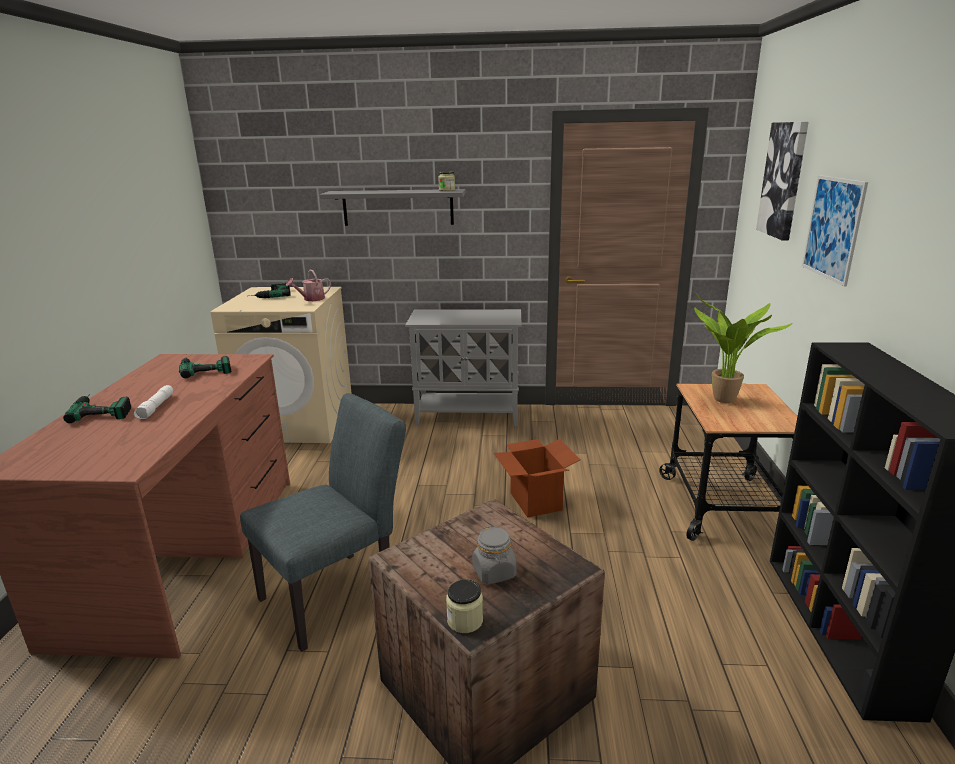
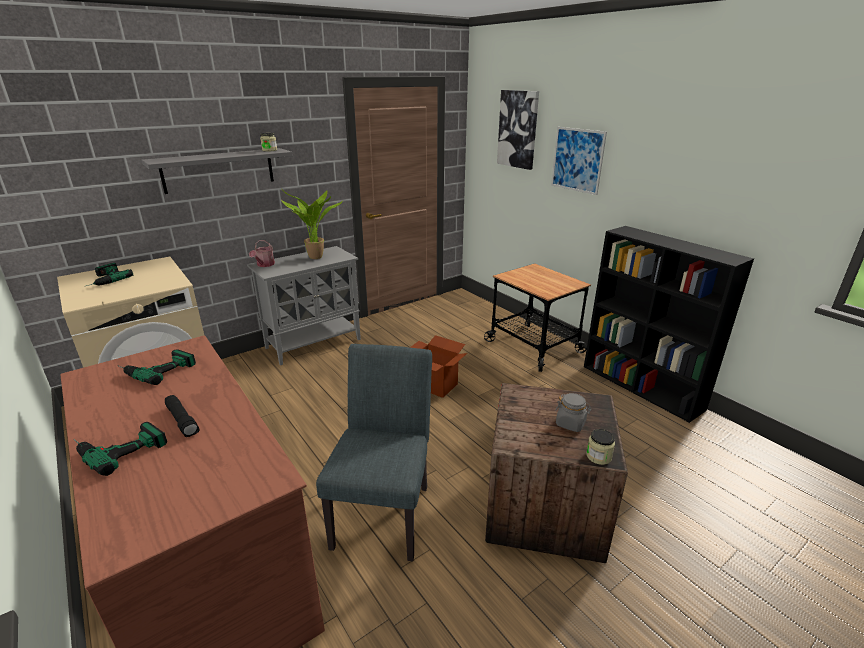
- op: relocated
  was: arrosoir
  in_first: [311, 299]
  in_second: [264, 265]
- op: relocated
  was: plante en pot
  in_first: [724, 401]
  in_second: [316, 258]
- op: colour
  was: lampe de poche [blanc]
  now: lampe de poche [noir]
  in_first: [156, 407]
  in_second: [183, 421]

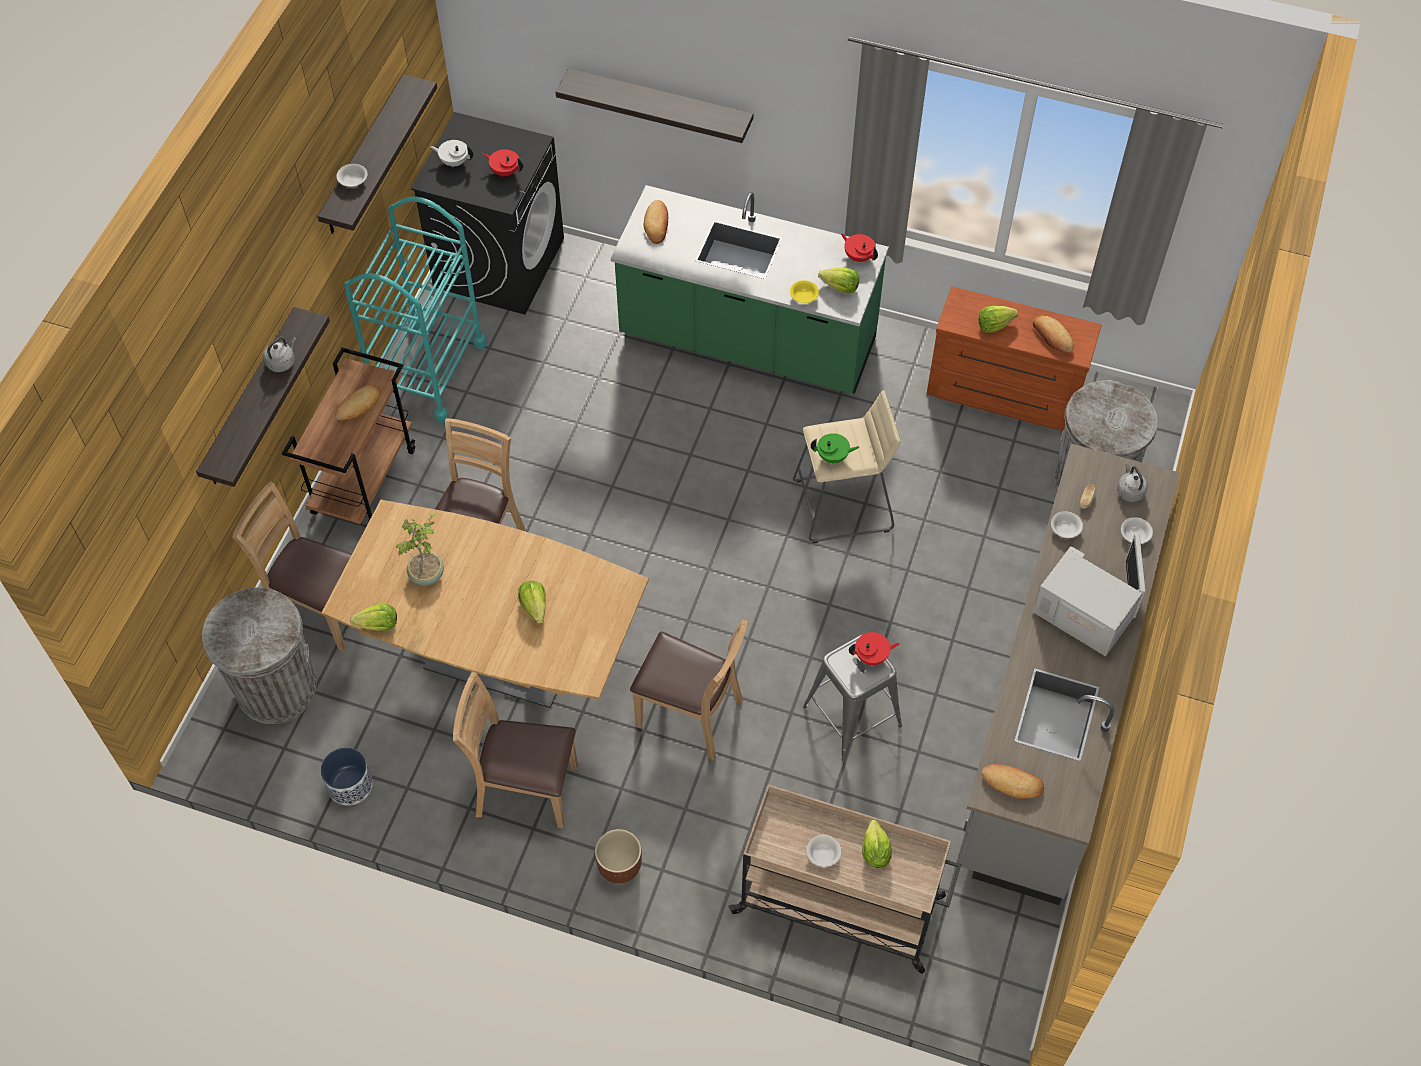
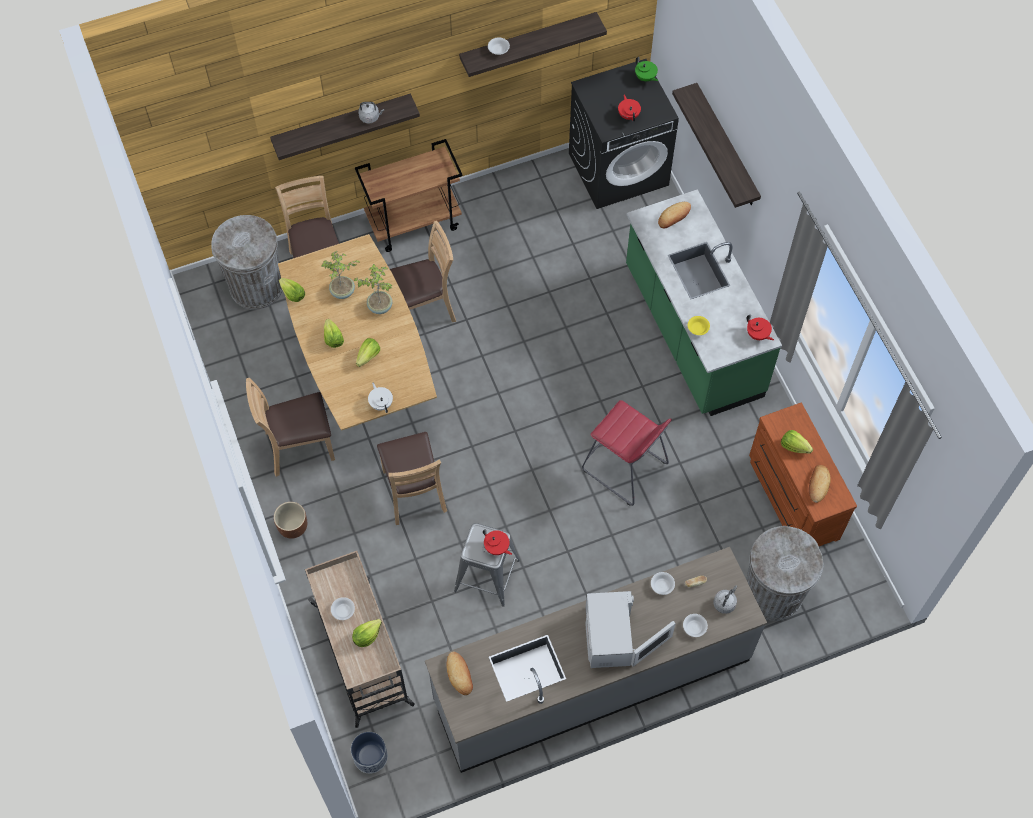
- op: relocated
  was: théière [blanc]
  in_first: [454, 162]
  in_second: [381, 403]
- op: missing
  was: chariot [turquoise]
  in_first: [428, 371]
- op: spun
  was: théière [rouge]
  in_first: [858, 256]
  in_second: [757, 335]
  clockwise: 135
- op: relocated
  was: laitue
  in_first: [840, 288]
  in_second: [333, 338]
- op: missing
  was: pain
  in_first: [358, 405]
- op: colour
  was: tabouret [beige]
  now: tabouret [rouge]
  in_first: [843, 505]
  in_second: [624, 467]
- op: relocated
  was: théière [vert]
  in_first: [833, 456]
  in_second: [645, 78]
- op: spun
  was: chaise [marron]
  in_first: [525, 789]
  in_second: [299, 447]
  clockwise: -75
- op: relocated
  was: cache-pot
  in_first: [350, 785]
  in_second: [370, 757]
- op: appeared
  now: plante en pot
  in_second: [380, 306]

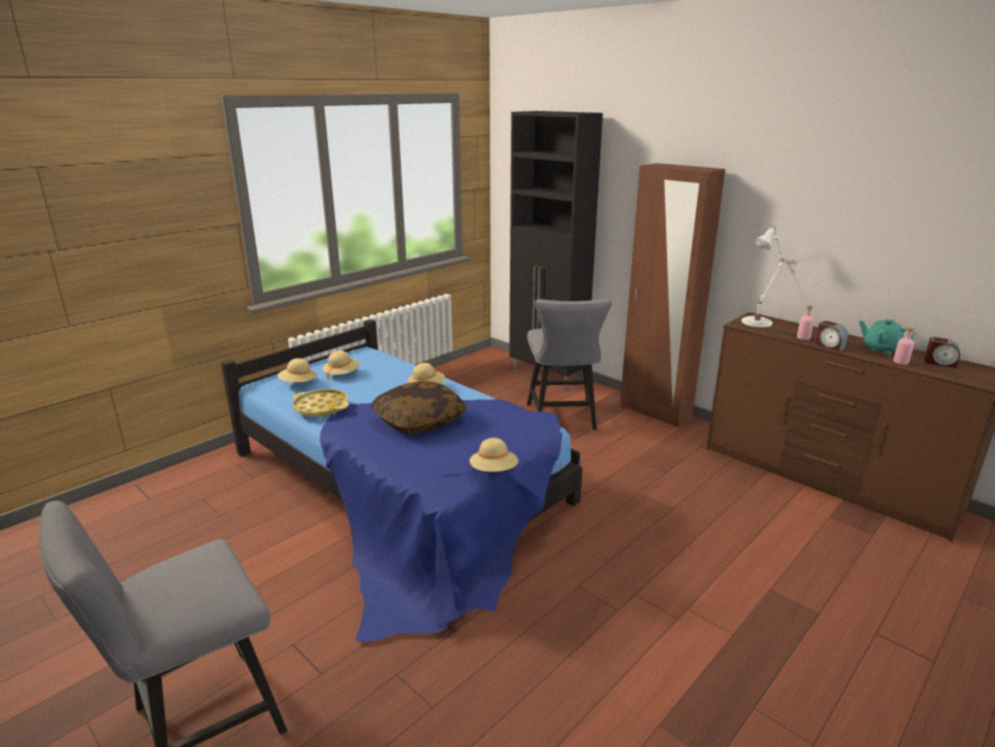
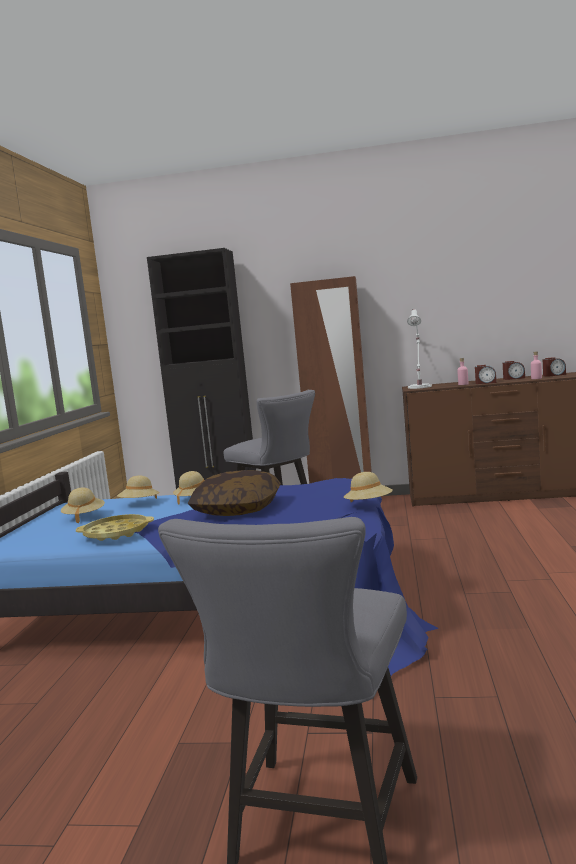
- op: exchanged
  was: théière [turquoise]
  now: réveil
  in_first: [881, 349]
  in_second: [514, 378]
- op: relocated
  was: chapeau [beige]
  in_first: [298, 383]
  in_second: [139, 504]

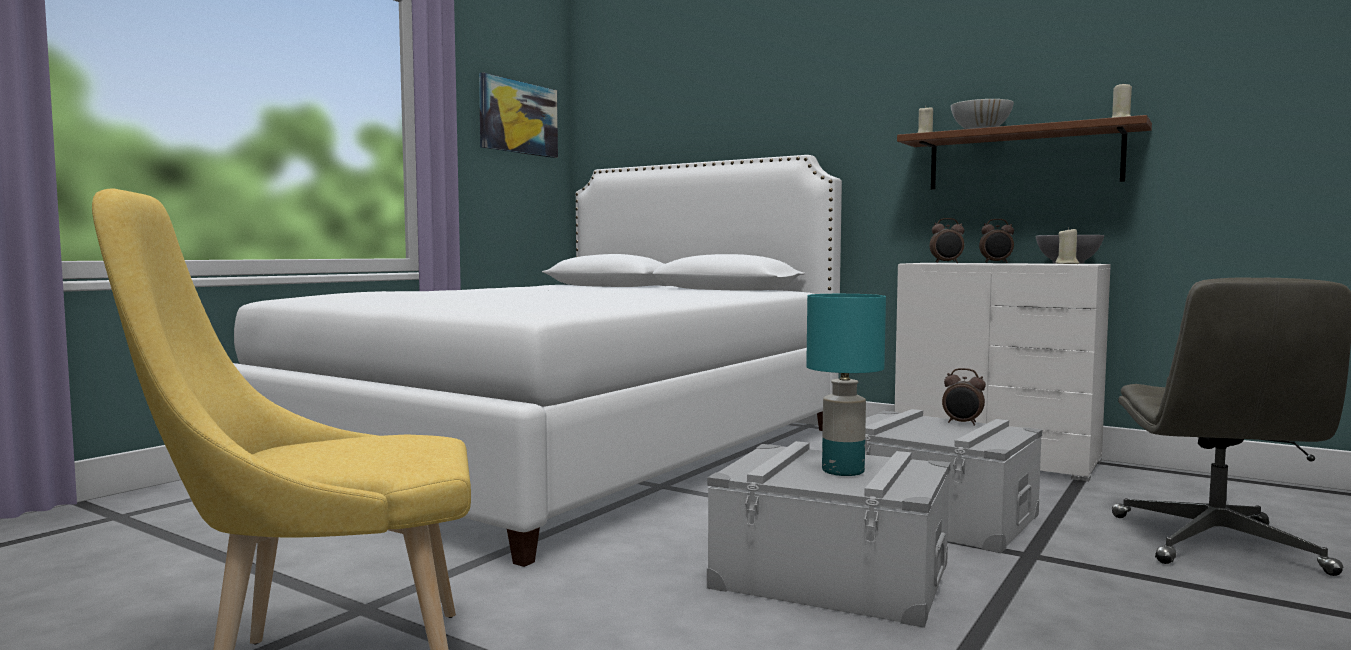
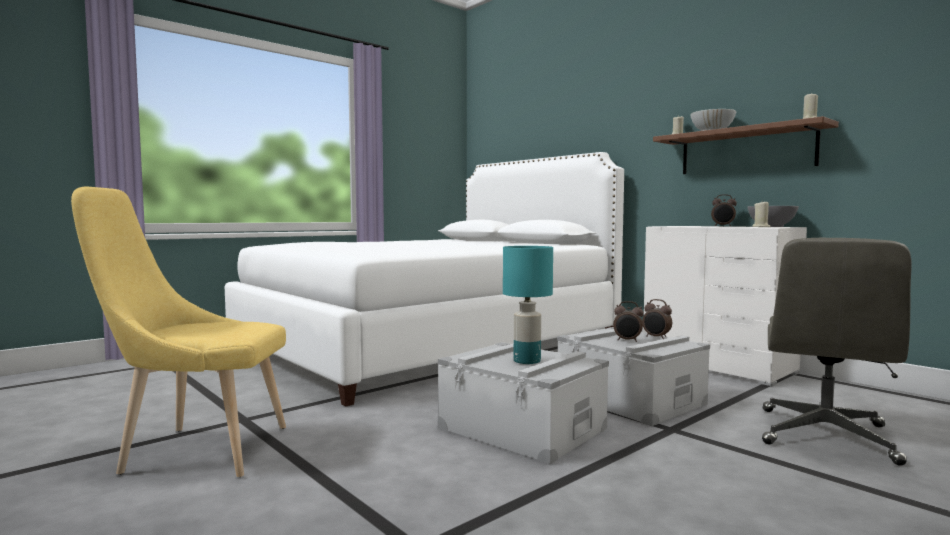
- op: missing
  was: tableau
  in_first: [518, 117]
- op: relocated
  was: réveil
  in_first: [946, 263]
  in_second: [627, 340]

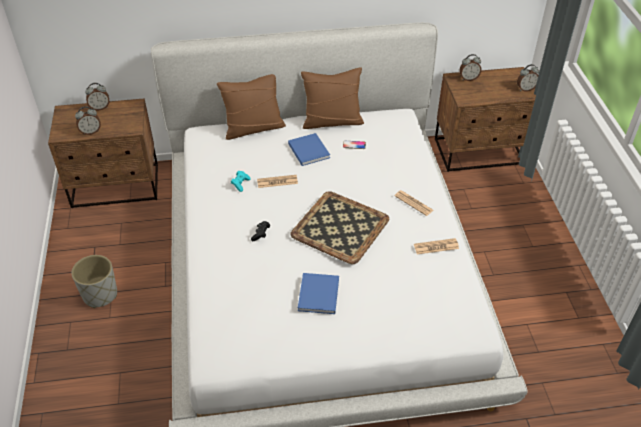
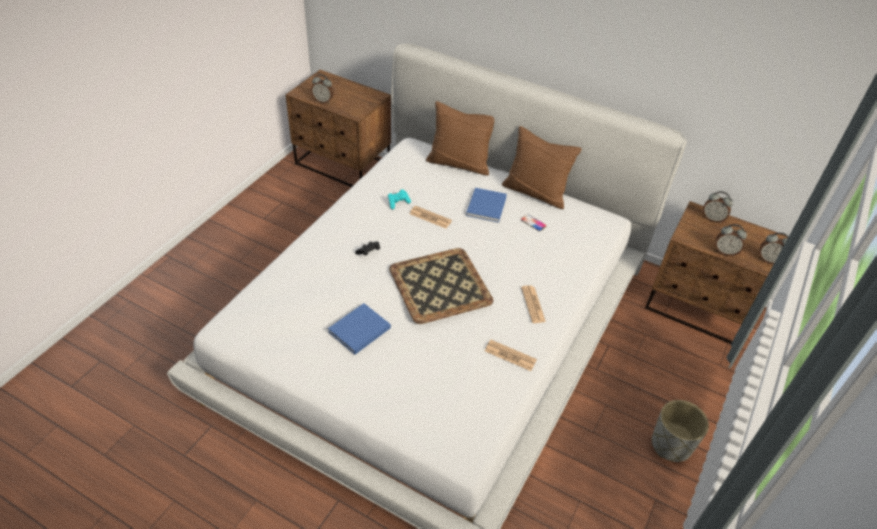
- op: relocated
  was: réveil
  in_first: [100, 107]
  in_second: [725, 252]
- op: relocated
  was: cache-pot [gris]
  in_first: [100, 294]
  in_second: [671, 444]

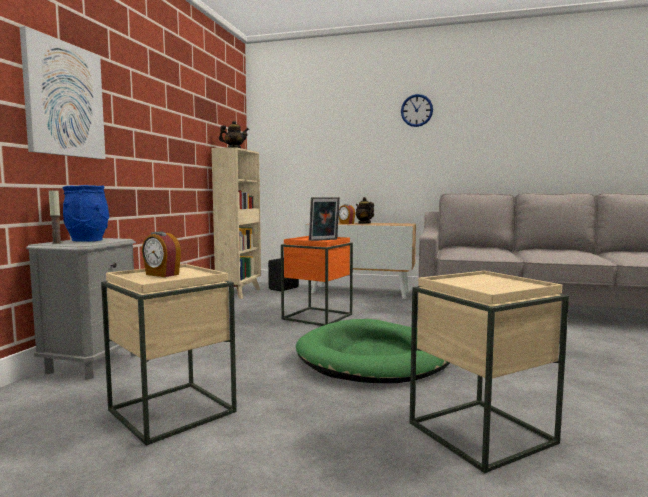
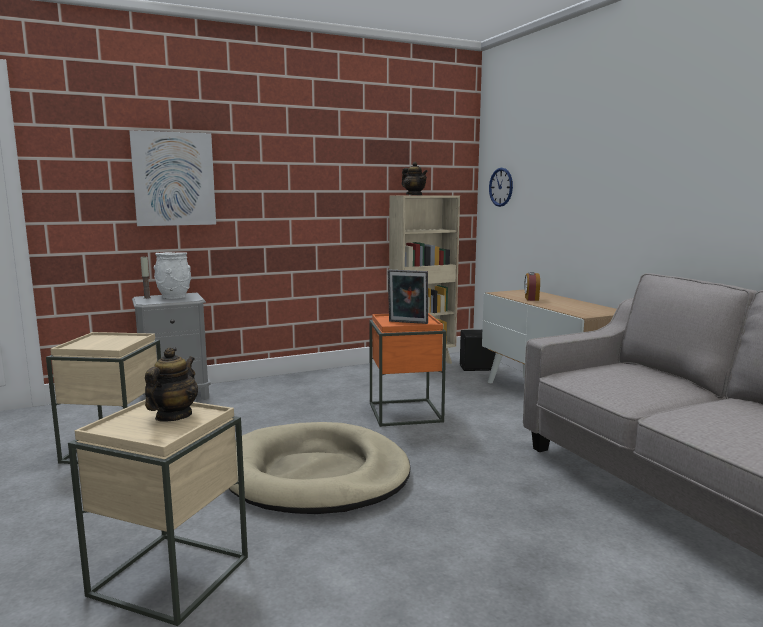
- op: relocated
  was: horloge murale
  in_first: [416, 110]
  in_second: [501, 187]
- op: colour
  was: vase [bleu]
  now: vase [blanc]
  in_first: [88, 240]
  in_second: [174, 297]
- op: relocated
  was: théière
  in_first: [364, 223]
  in_second: [173, 416]
- op: missing
  was: réveil
  in_first: [161, 274]
- op: colour
  was: panier pour chien [vert]
  now: panier pour chien [beige]
  in_first: [375, 358]
  in_second: [316, 475]

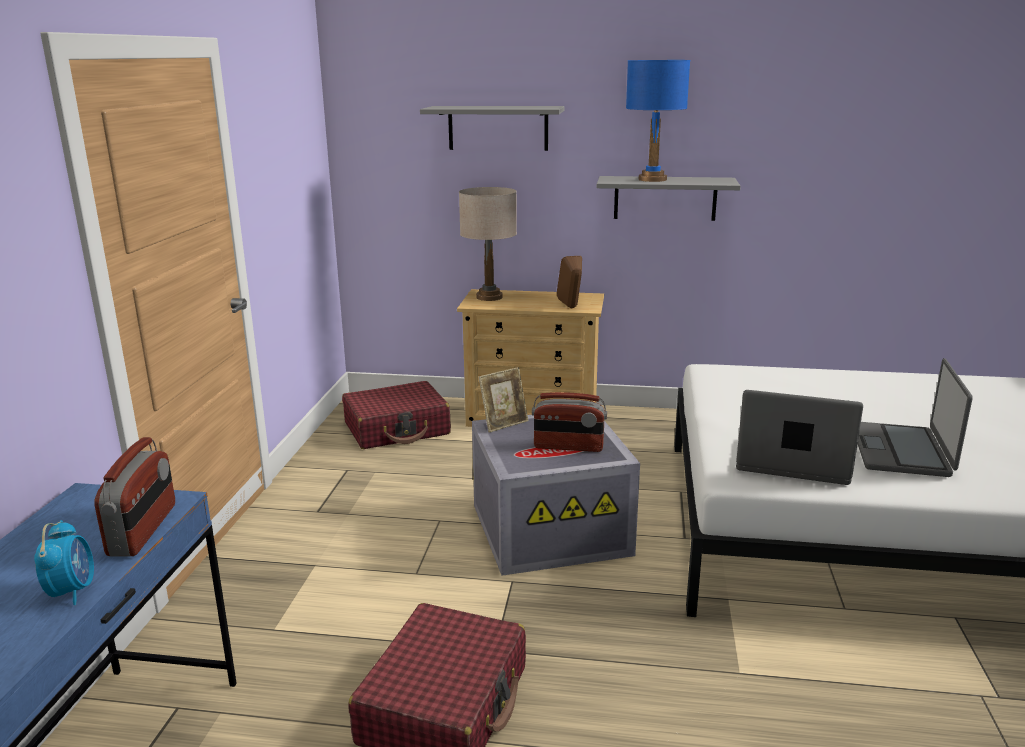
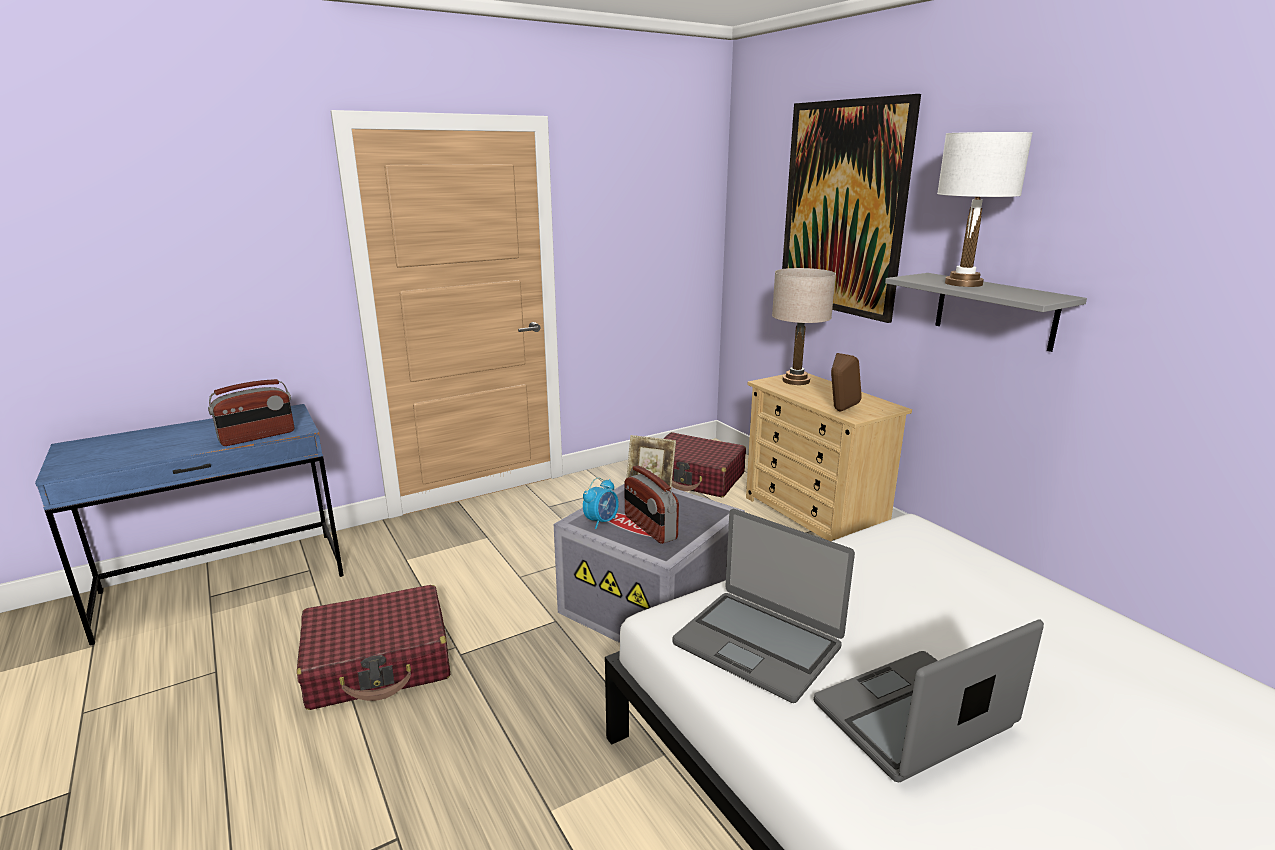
- op: colour
  was: lampe de table [bleu]
  now: lampe de table [blanc]
  in_first: [652, 179]
  in_second: [963, 283]
- op: exchanged
  was: étagère [gris]
  now: tableau
  in_first: [498, 128]
  in_second: [843, 209]
- op: spun
  was: ordinateur portable
  in_first: [792, 462]
  in_second: [758, 644]
  clockwise: 150
- op: relocated
  was: réveil
  in_first: [72, 591]
  in_second: [601, 521]

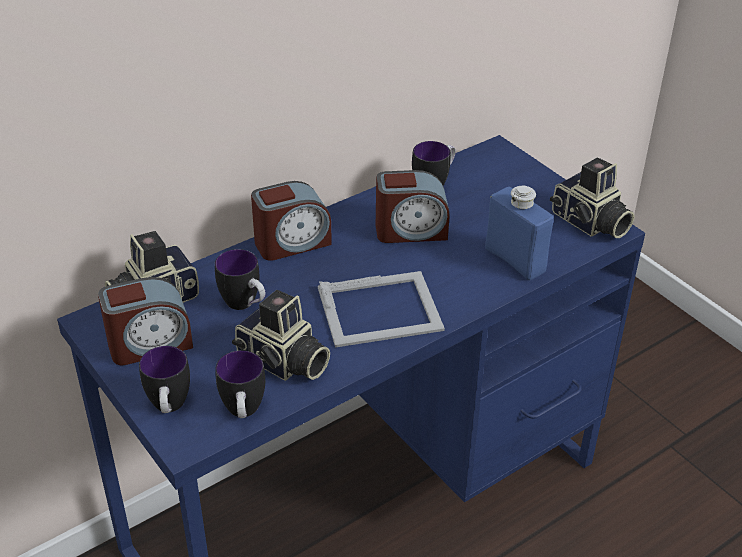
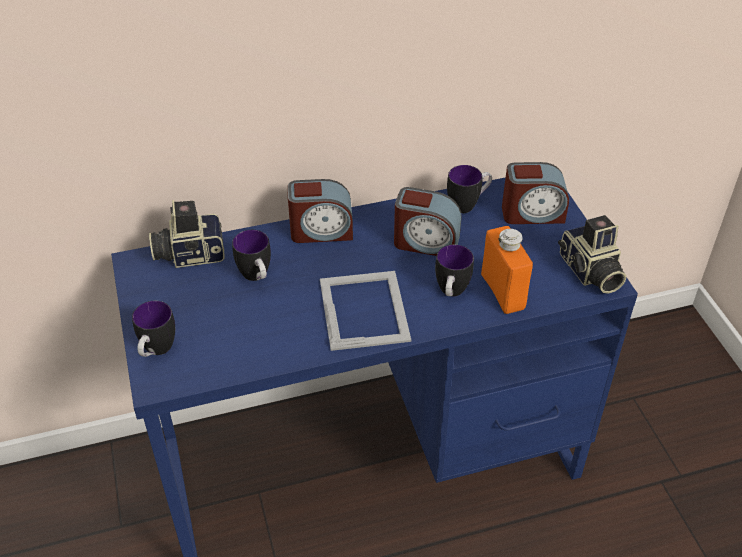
- op: colour
  was: bouteille [bleu]
  now: bouteille [orange]
  in_first: [515, 260]
  in_second: [502, 291]
- op: spun
  was: cadre photo
  in_first: [381, 309]
  in_second: [364, 309]
  clockwise: -105
- op: relocated
  was: réveil
  in_first: [150, 344]
  in_second: [532, 213]
- op: missing
  was: appareil photo
  in_first: [282, 362]
- op: relocated
  was: mug
  in_first: [243, 413]
  in_second: [451, 293]

